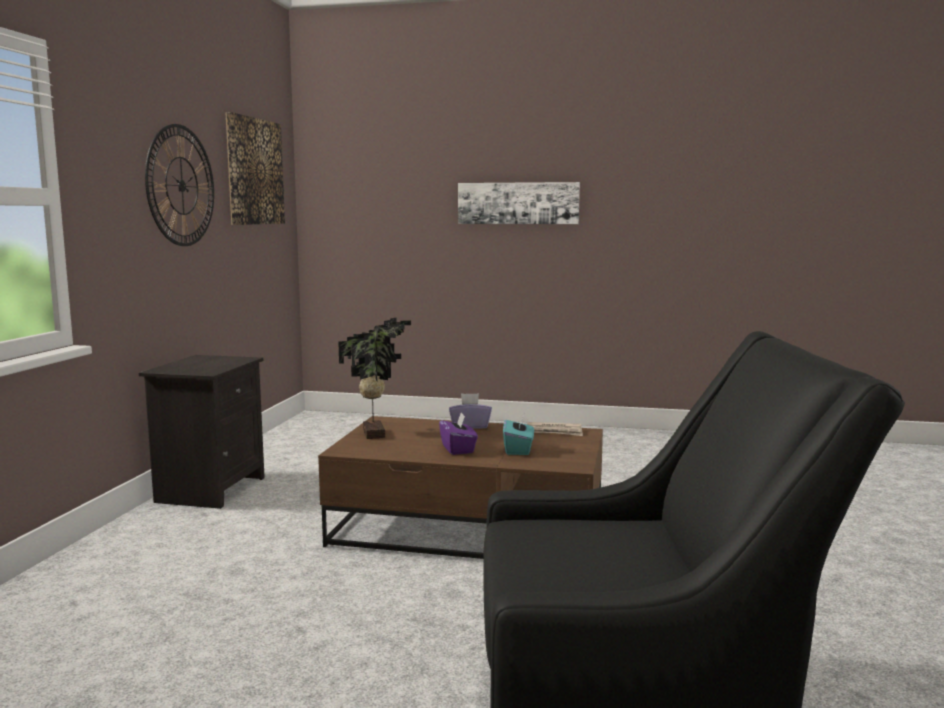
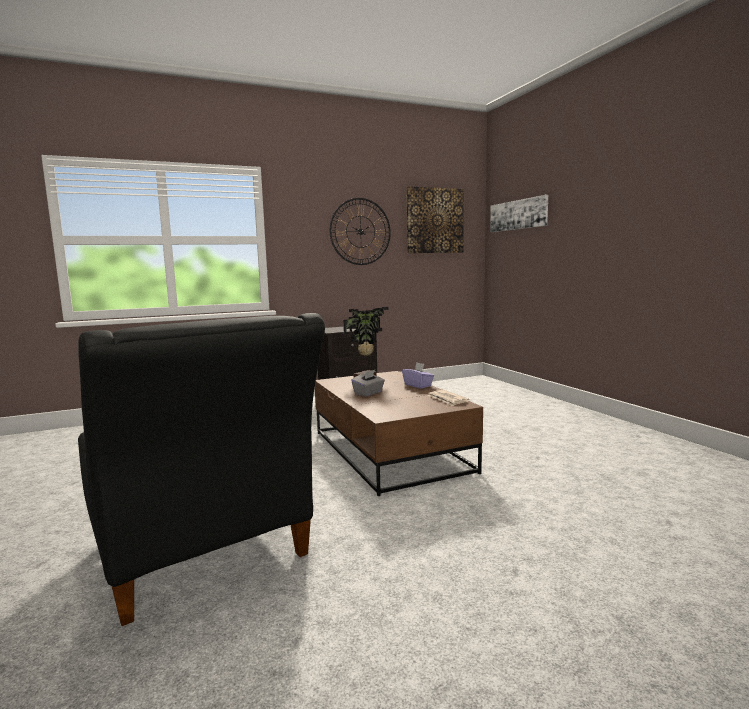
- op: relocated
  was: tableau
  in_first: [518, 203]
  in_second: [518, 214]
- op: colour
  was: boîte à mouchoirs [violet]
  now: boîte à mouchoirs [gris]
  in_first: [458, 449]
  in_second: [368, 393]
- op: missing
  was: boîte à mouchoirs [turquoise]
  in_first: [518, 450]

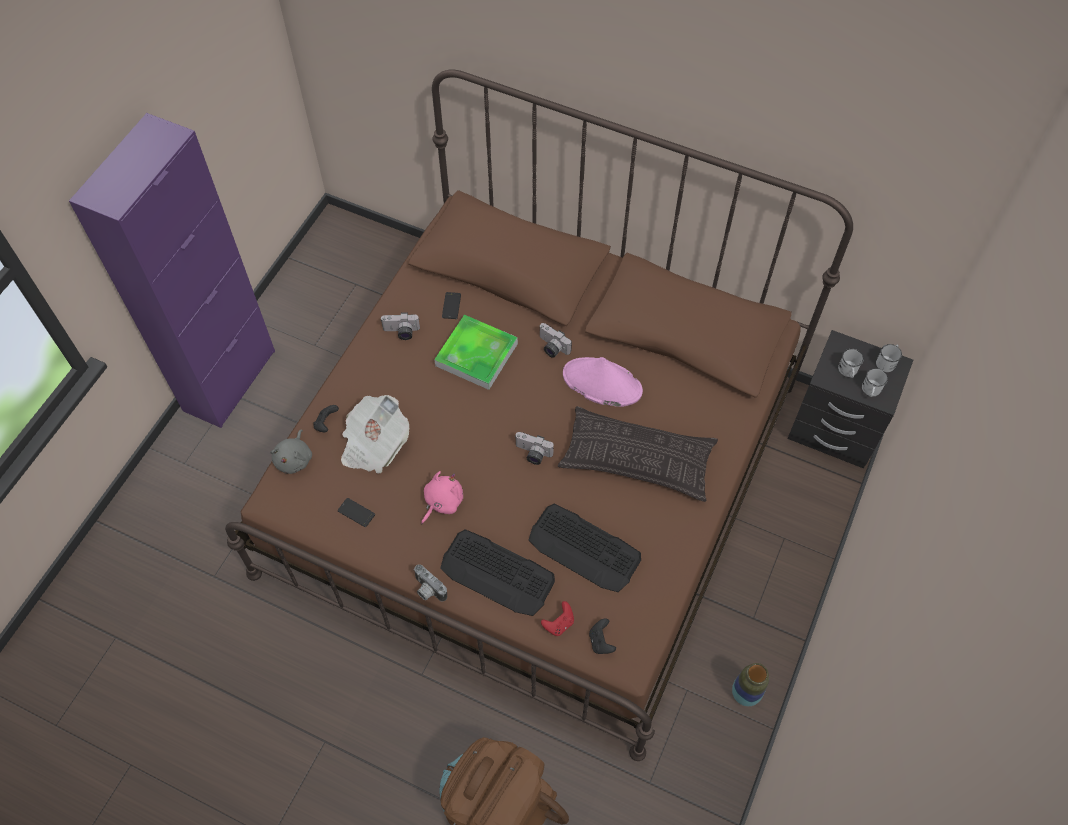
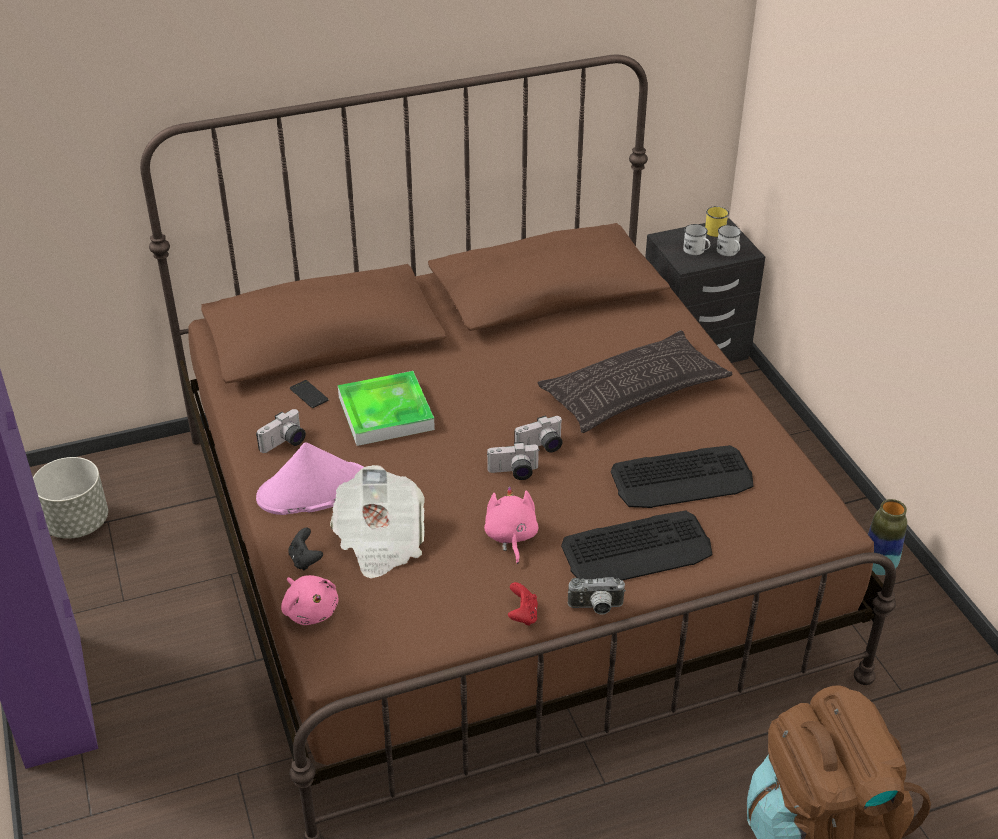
- op: relocated
  was: appareil photo
  in_first: [551, 347]
  in_second: [514, 473]
- op: colour
  was: mug [blanc]
  now: mug [jaune]
  in_first: [887, 362]
  in_second: [714, 229]
- op: relocated
  was: chapeau [rose]
  in_first: [601, 383]
  in_second: [312, 490]
- op: colour
  was: peluche [gris]
  now: peluche [rose]
  in_first: [294, 459]
  in_second: [310, 610]
- op: missing
  was: téléphone
  in_first: [356, 512]
- op: relocated
  was: manette [rouge]
  in_first: [559, 624]
  in_second: [523, 615]
- op: missing
  was: manette [noir]
  in_first: [601, 641]
- op: appeared
  now: cache-pot [gris]
  in_second: [78, 523]

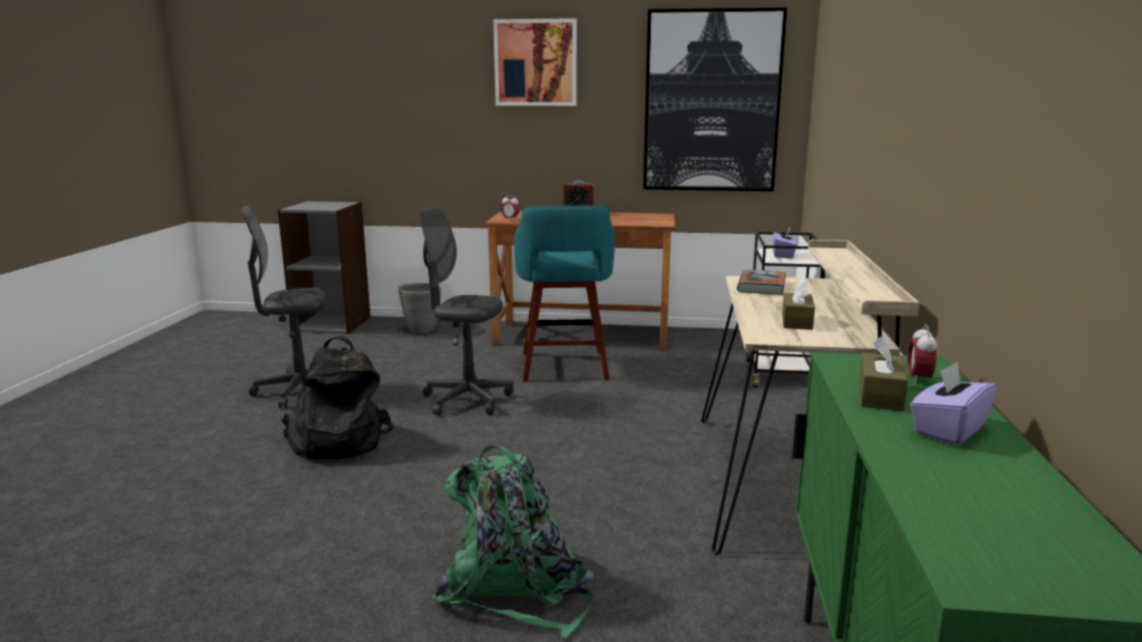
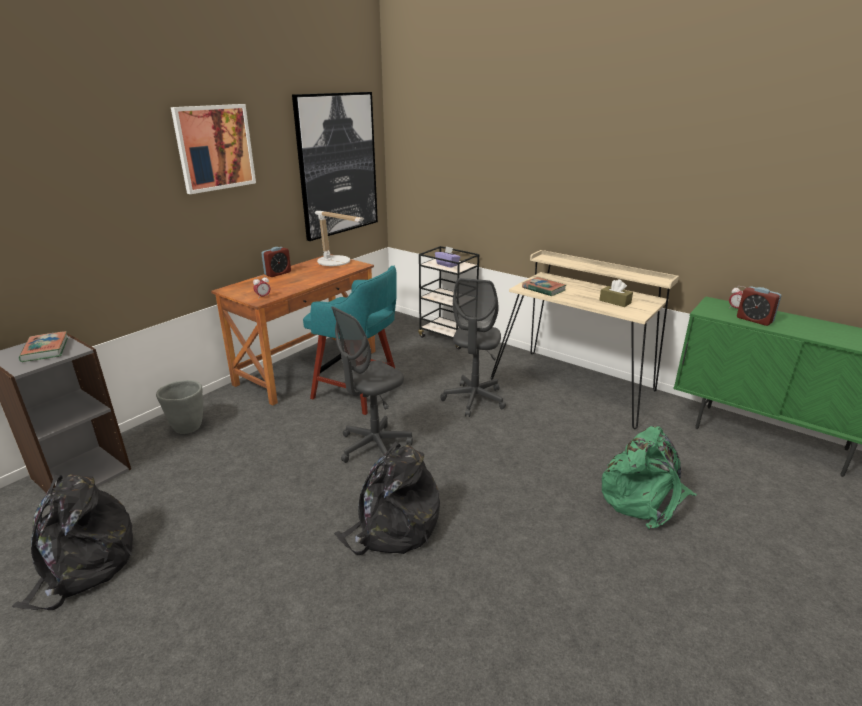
- op: relocated
  was: chaise de bureau [gris]
  in_first: [299, 391]
  in_second: [474, 399]
- op: exchanged
  was: boîte à mouchoirs [marron]
  now: réveil
  in_first: [880, 395]
  in_second: [754, 320]
- op: missing
  was: boîte à mouchoirs [violet]
  in_first: [948, 430]
- op: appeared
  now: lampe de table
  in_second: [337, 263]
- op: appeared
  now: livre
  in_second: [45, 350]
- op: appeared
  now: sac à dos [noir]
  in_second: [83, 566]

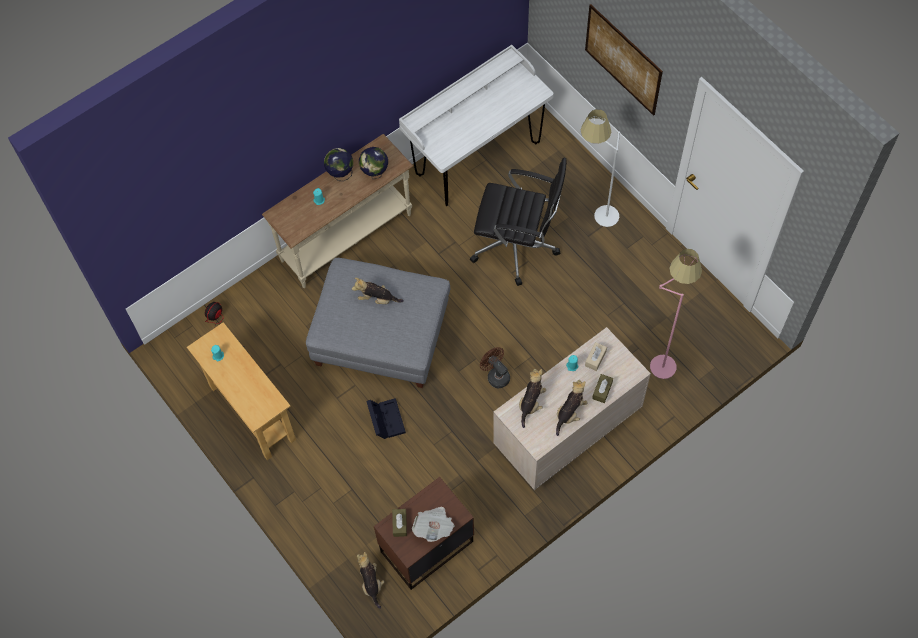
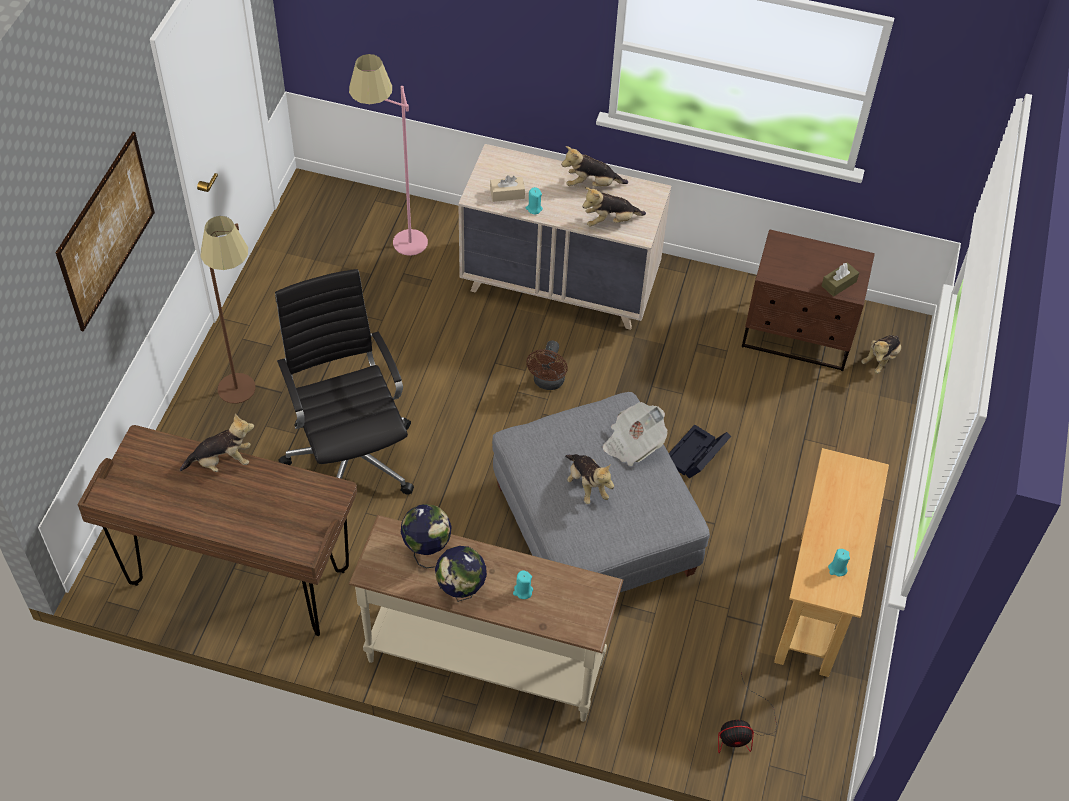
- op: colour
  was: bureau [blanc]
  now: bureau [marron]
  in_first: [477, 159]
  in_second: [239, 579]
- op: colour
  was: lampadaire [blanc]
  now: lampadaire [marron]
  in_first: [595, 218]
  in_second: [247, 398]
- op: missing
  was: boîte à mouchoirs [marron]
  in_first: [602, 390]
- op: relocated
  was: journal
  in_first: [434, 527]
  in_second: [633, 443]
- op: appeared
  now: peluche
  in_second: [222, 461]

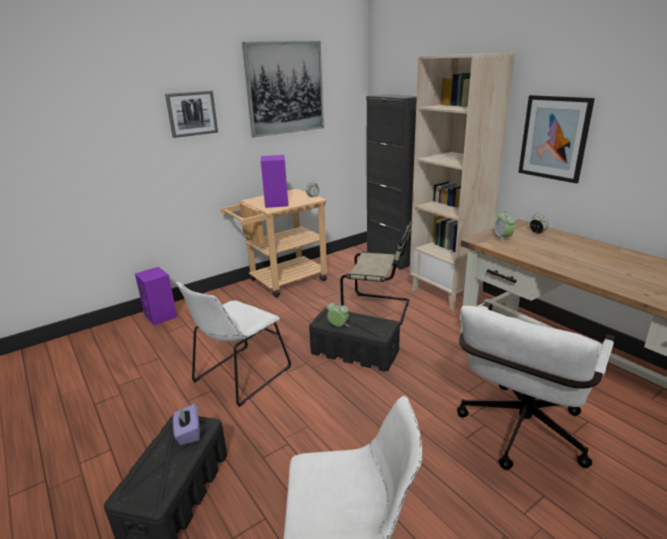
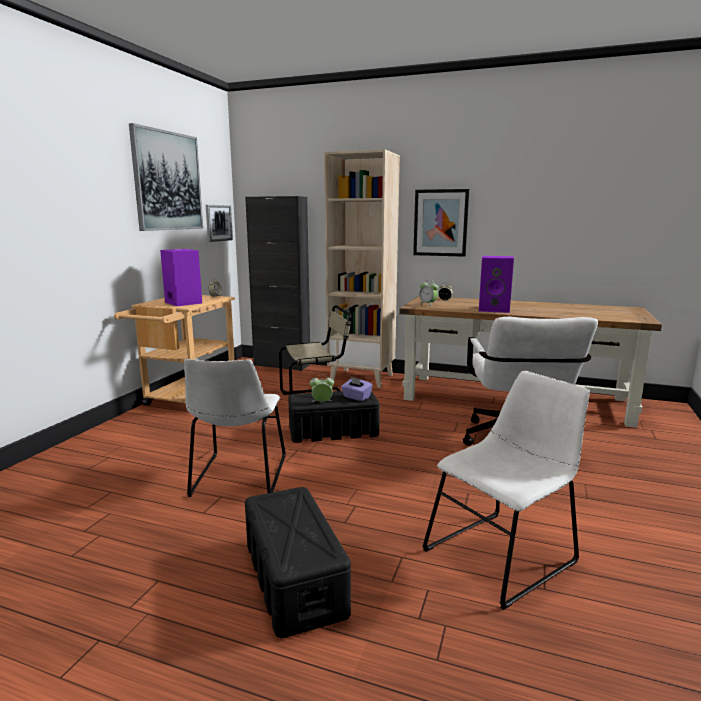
- op: relocated
  was: tableau
  in_first: [192, 113]
  in_second: [218, 223]
- op: relocated
  was: enceinte [violet]
  in_first: [161, 316]
  in_second: [495, 309]
- op: relocated
  was: boîte à mouchoirs [violet]
  in_first: [188, 433]
  in_second: [356, 397]

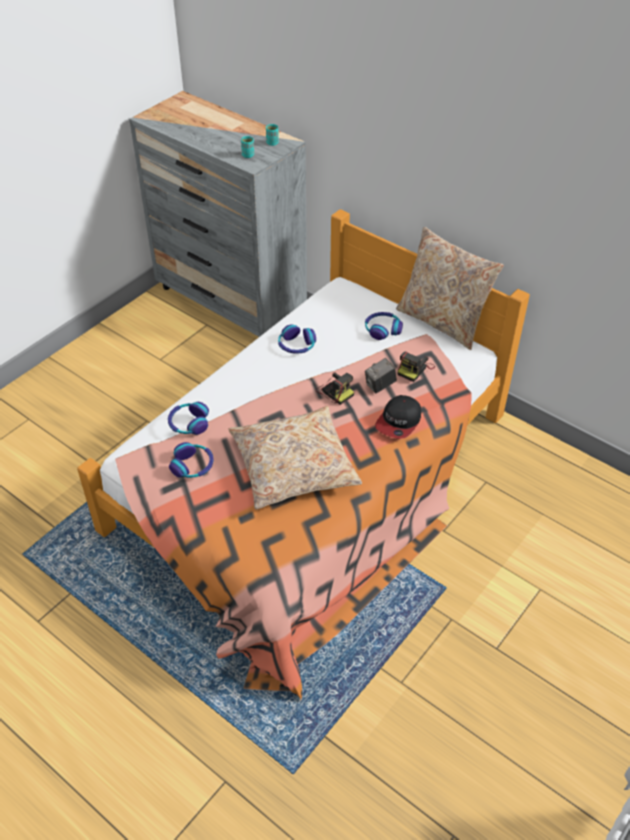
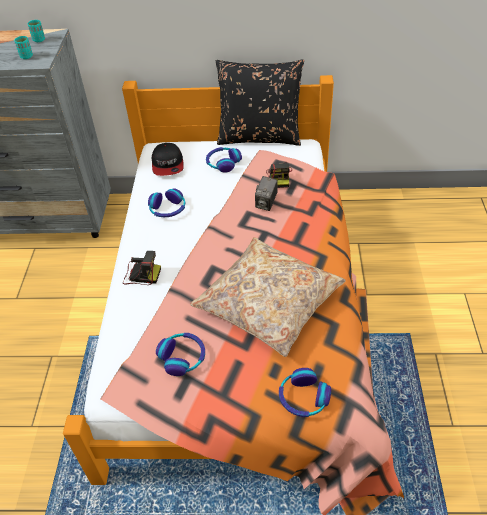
- op: colour
  was: coussin [beige]
  now: coussin [noir]
  in_first: [442, 321]
  in_second: [260, 136]
- op: relocated
  was: appareil photo
  in_first: [334, 391]
  in_second: [141, 274]
- op: relocated
  was: casquette
  in_first: [399, 421]
  in_second: [168, 164]
- op: relocated
  was: casque audio
  in_first: [189, 423]
  in_second: [303, 398]

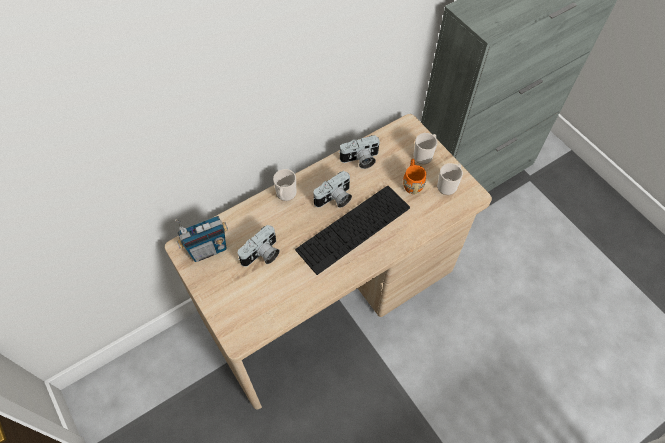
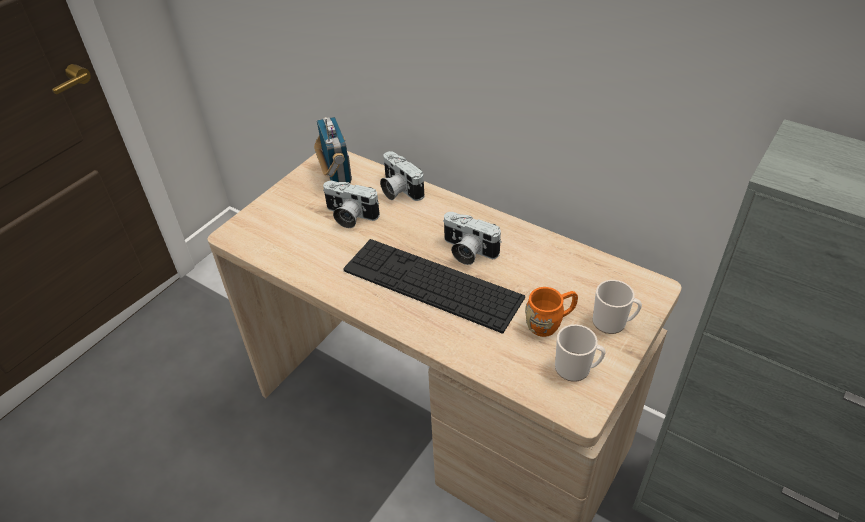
- op: relocated
  was: appareil photo
  in_first: [360, 160]
  in_second: [398, 190]
- op: missing
  was: mug
  in_first: [285, 195]
- op: spun
  was: radio
  in_first: [208, 249]
  in_second: [336, 174]
  clockwise: -150

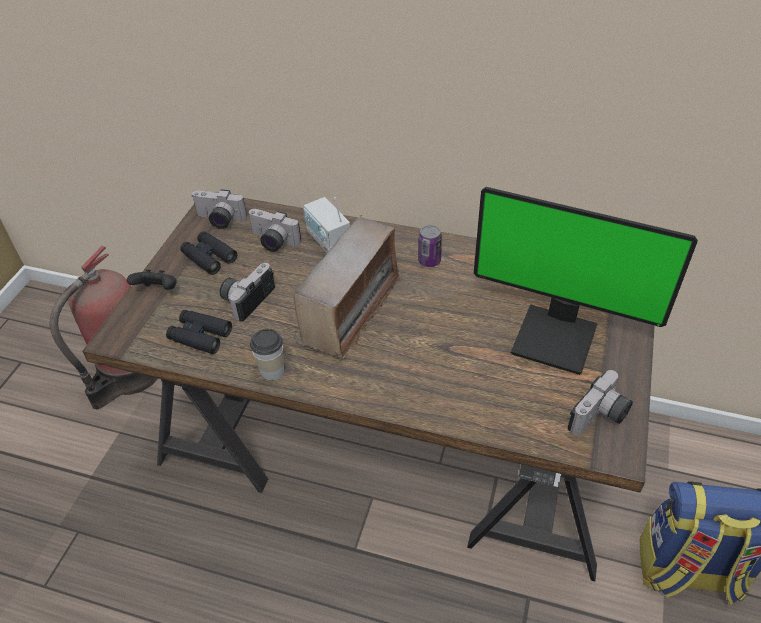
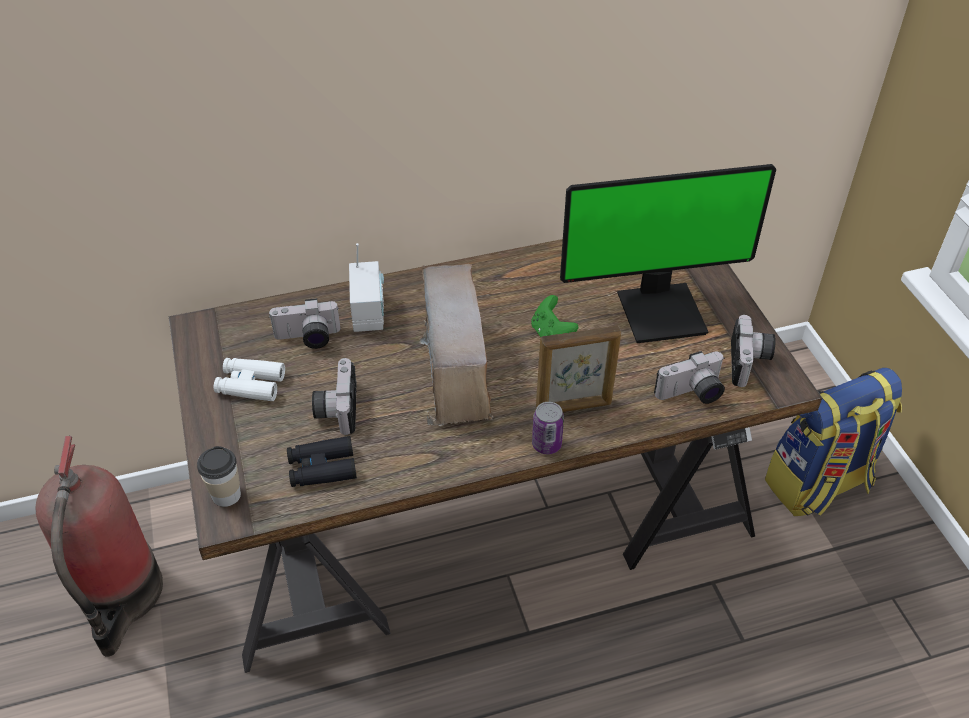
- op: relocated
  was: appareil photo
  in_first: [219, 220]
  in_second: [692, 394]
- op: spun
  was: radio
  in_first: [328, 241]
  in_second: [368, 312]
  clockwise: -120
- op: relocated
  was: boîte métallique
  in_first: [429, 261]
  in_second: [546, 444]
- op: colour
  was: jumelles [noir]
  now: jumelles [blanc]
  in_first: [209, 257]
  in_second: [250, 384]
- op: missing
  was: manette [noir]
  in_first: [158, 291]
- op: relocated
  was: tasse
  in_first: [272, 371]
  in_second: [226, 495]
- op: appeared
  now: manette [vert]
  in_second: [551, 334]
- op: appeared
  now: cadre photo
  in_second: [574, 407]

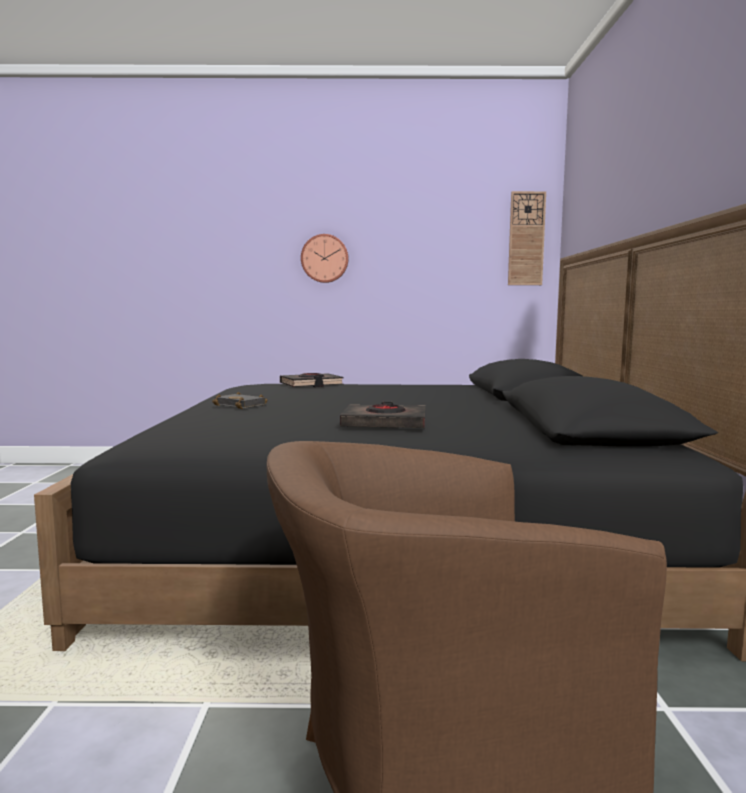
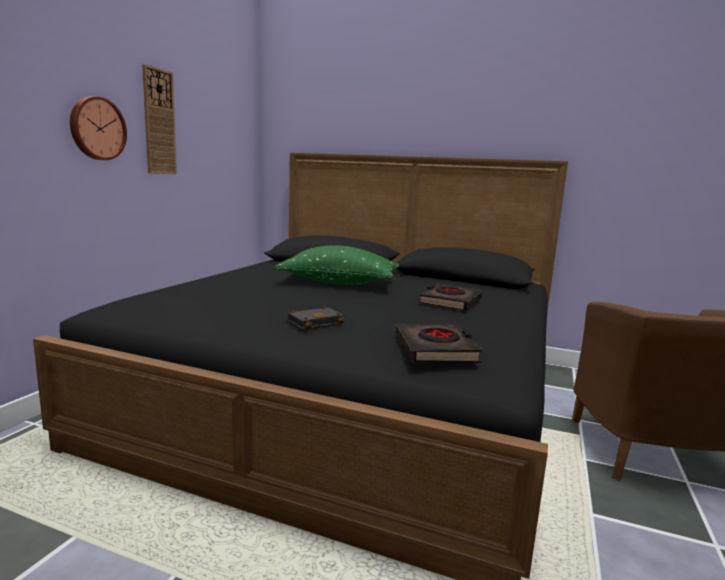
- op: relocated
  was: horloge murale
  in_first: [526, 239]
  in_second: [159, 122]
- op: relocated
  was: livre [noir]
  in_first: [311, 385]
  in_second: [436, 349]
- op: appeared
  now: coussin [vert]
  in_second: [339, 283]

